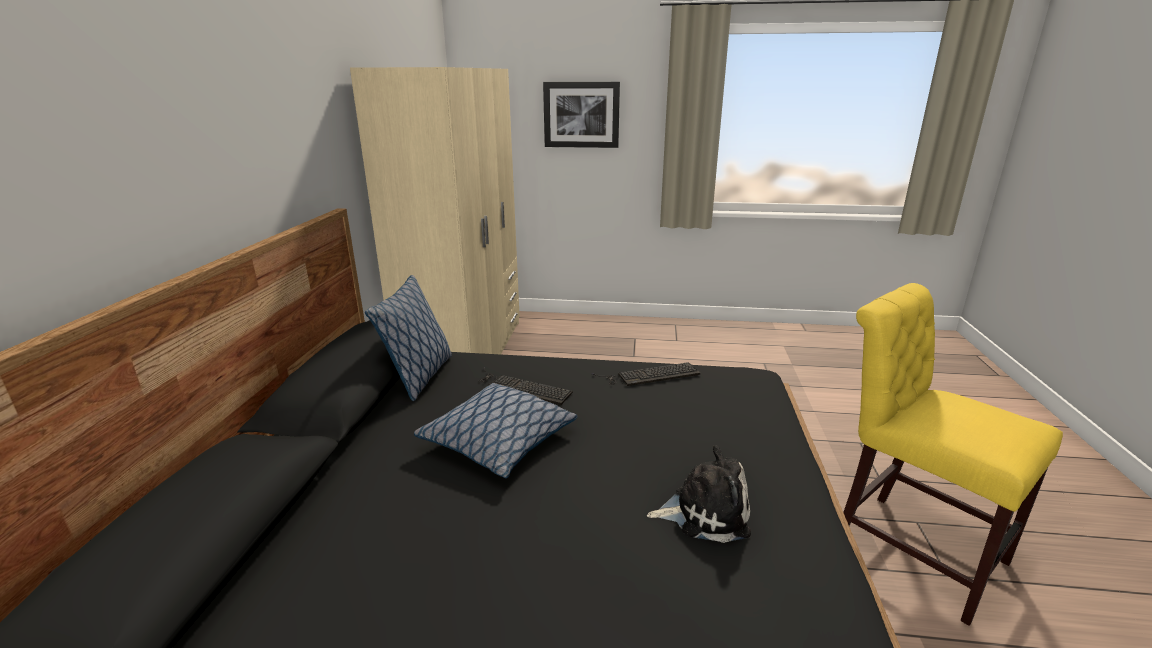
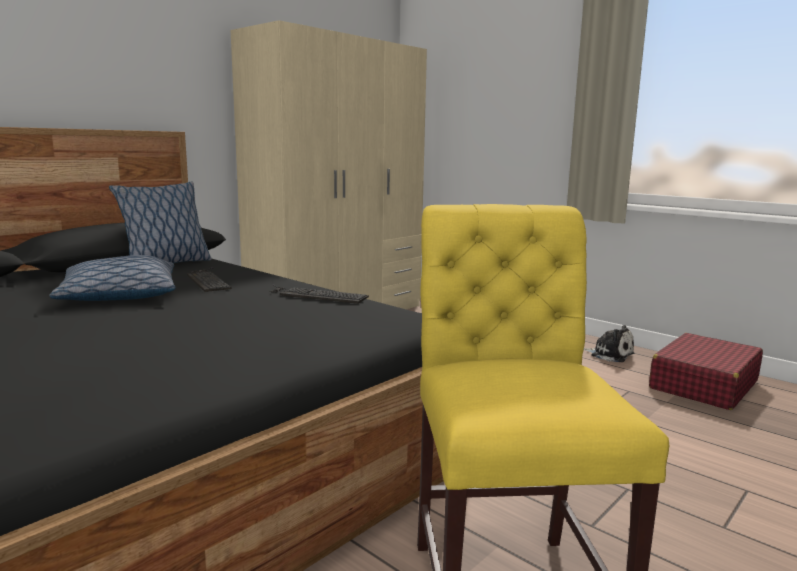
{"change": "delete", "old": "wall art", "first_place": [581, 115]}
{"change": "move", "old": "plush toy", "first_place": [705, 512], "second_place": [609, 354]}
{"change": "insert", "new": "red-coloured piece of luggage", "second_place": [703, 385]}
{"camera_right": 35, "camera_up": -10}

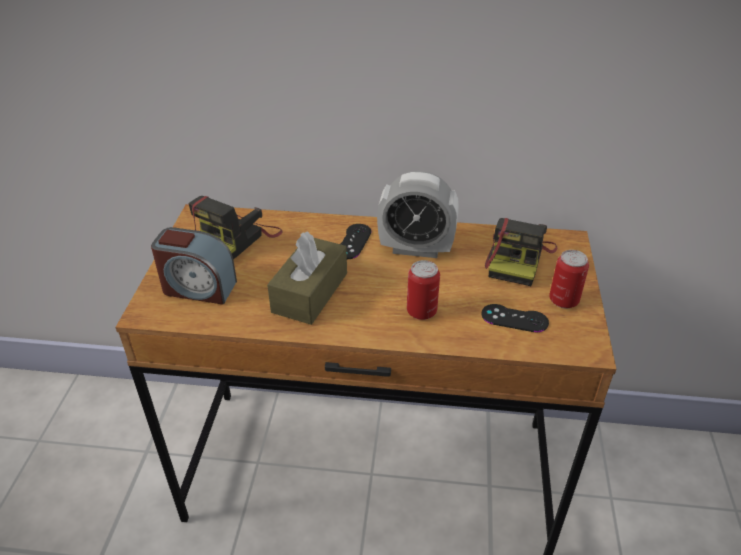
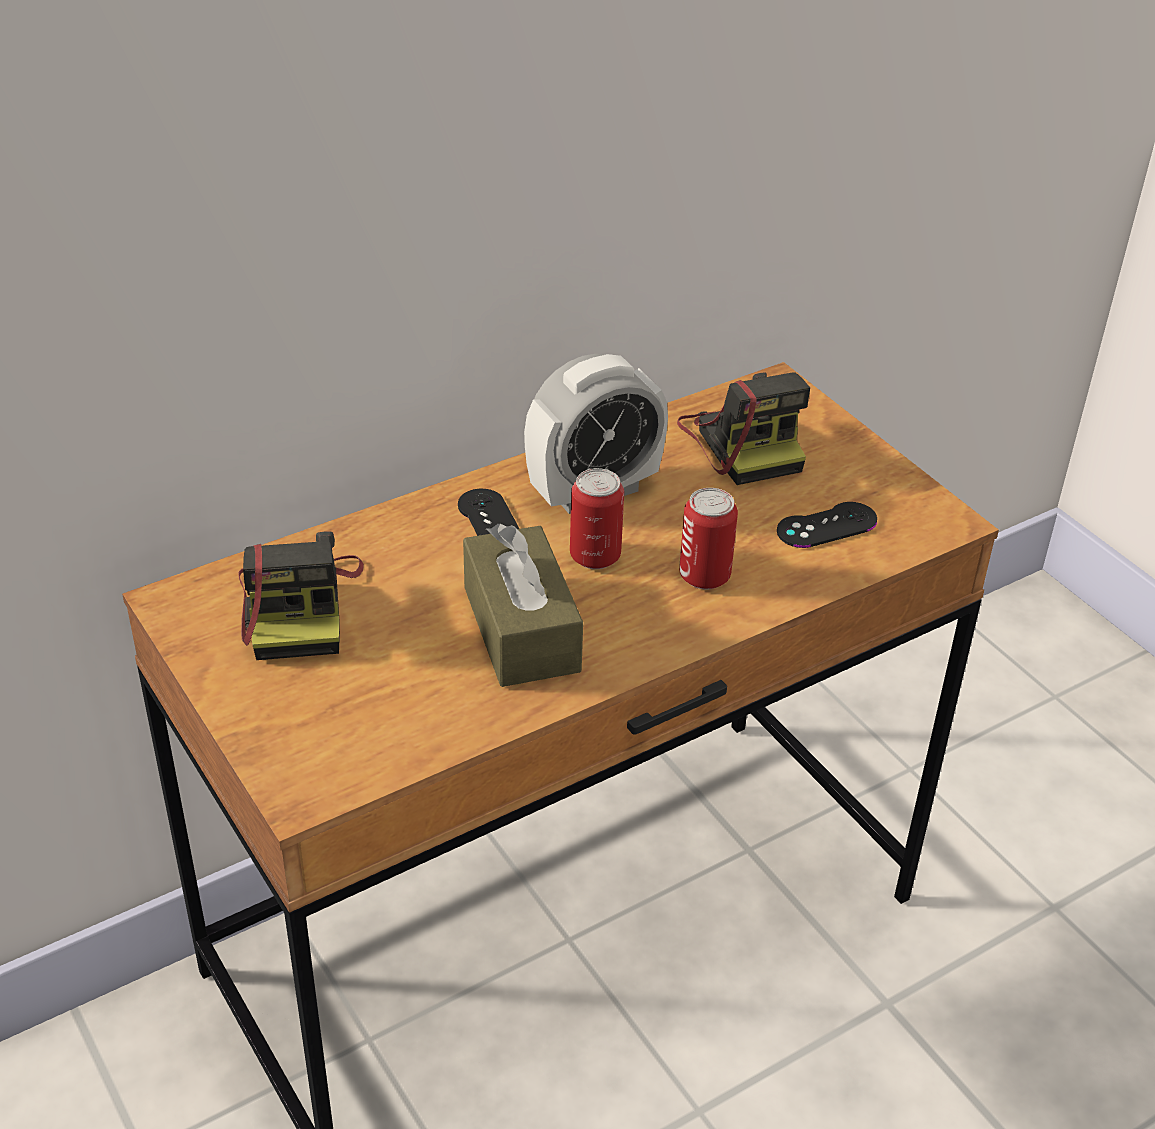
{"change": "delete", "old": "table clock", "first_place": [198, 288]}
{"change": "move", "old": "metal can", "first_place": [563, 300], "second_place": [595, 556]}
{"camera_right": -40, "camera_up": 0}

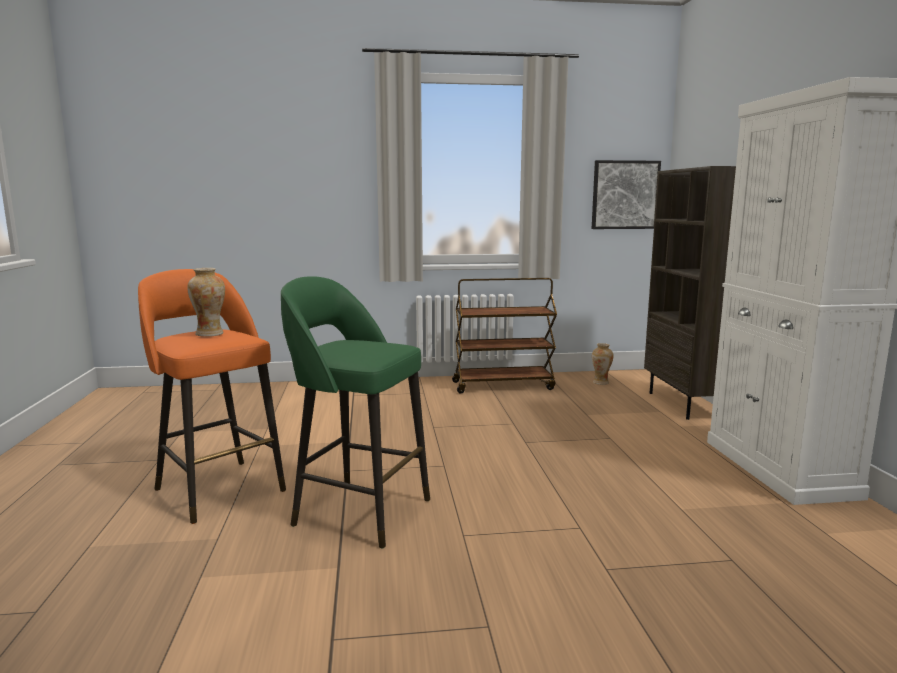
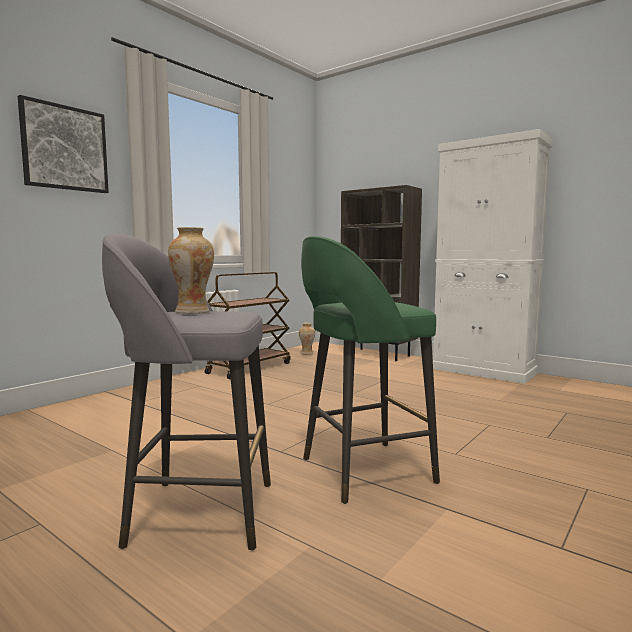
{"change": "move", "old": "wall art", "first_place": [625, 195], "second_place": [65, 148]}
{"change": "recolor", "old": "orange stool", "new": "greyish stool", "first_place": [218, 488], "second_place": [198, 512]}
{"camera_right": -45, "camera_up": -5}

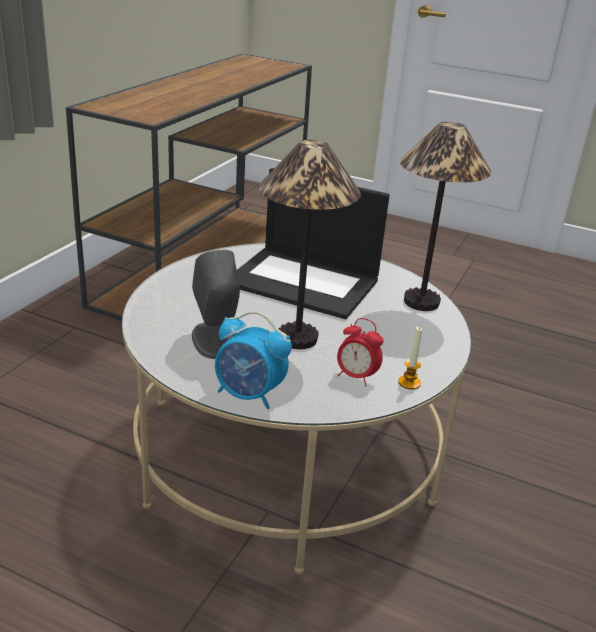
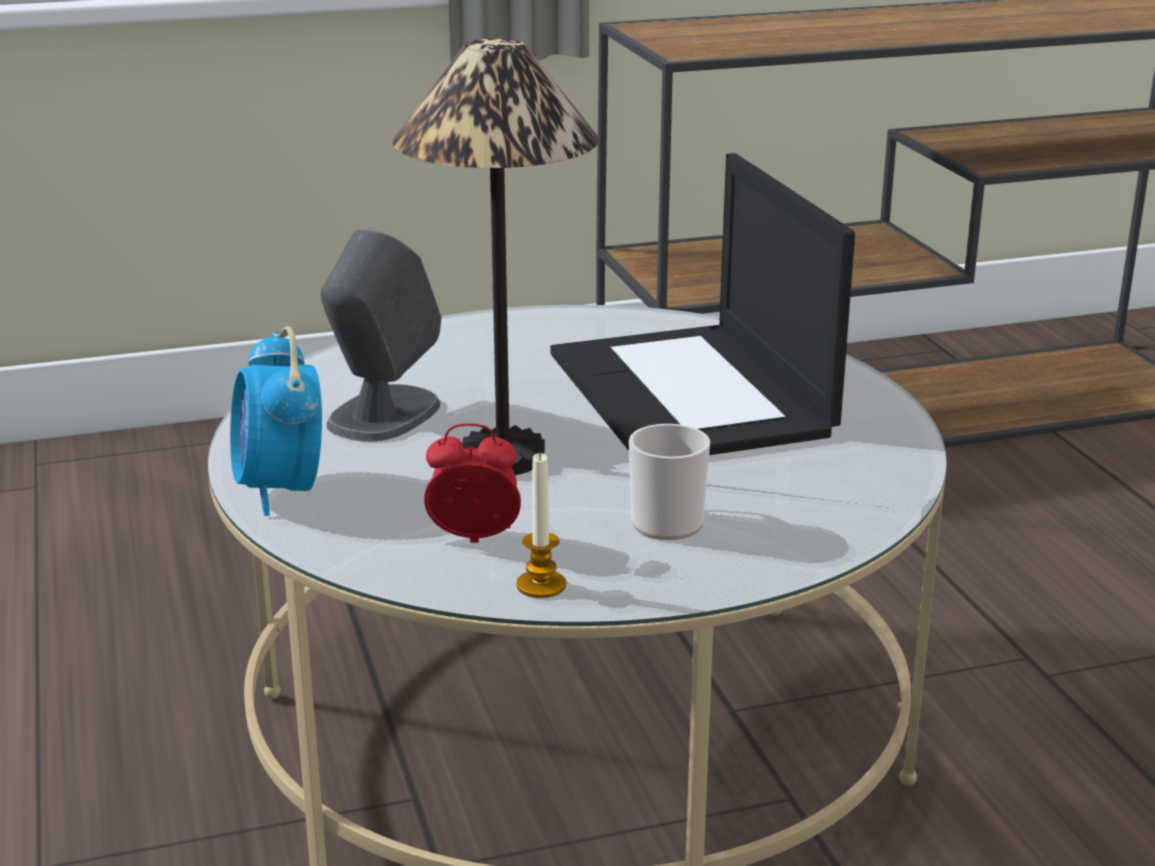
{"change": "delete", "old": "tabletop lamp", "first_place": [421, 303]}
{"change": "rotate", "old": "table clock", "first_place": [356, 377], "second_place": [474, 539], "degrees": 105}
{"change": "insert", "new": "mug", "second_place": [664, 519]}
{"camera_right": 50, "camera_up": -5}

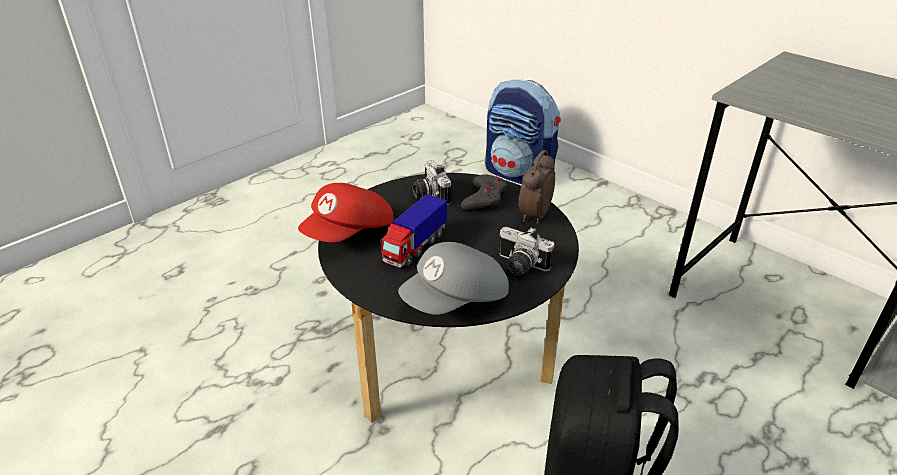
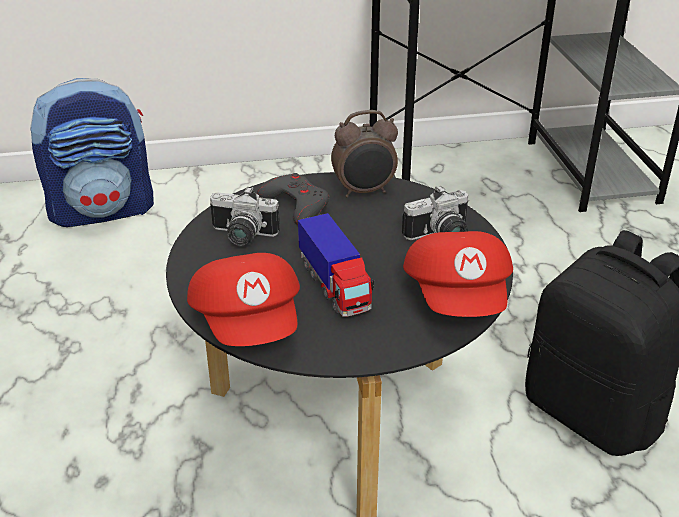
{"change": "rotate", "old": "table clock", "first_place": [534, 216], "second_place": [364, 191], "degrees": -75}
{"change": "recolor", "old": "greyish peaked cap", "new": "red-coloured peaked cap", "first_place": [456, 300], "second_place": [459, 298]}
{"camera_right": -55, "camera_up": 0}

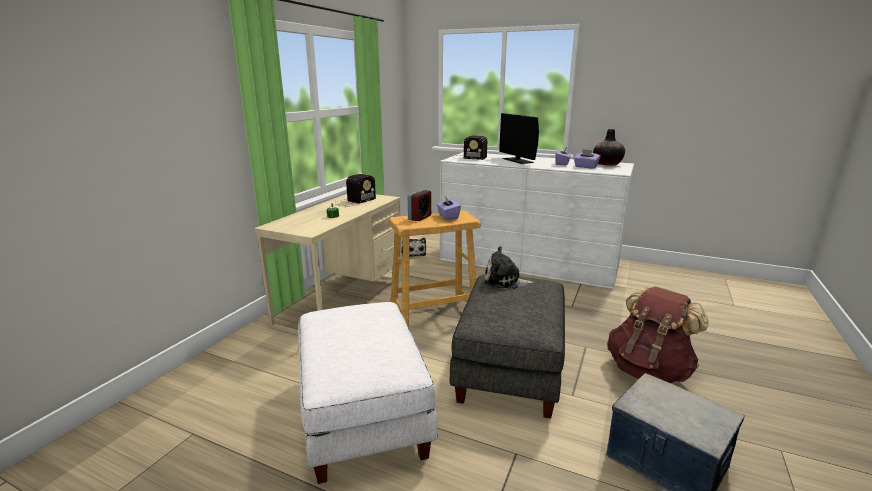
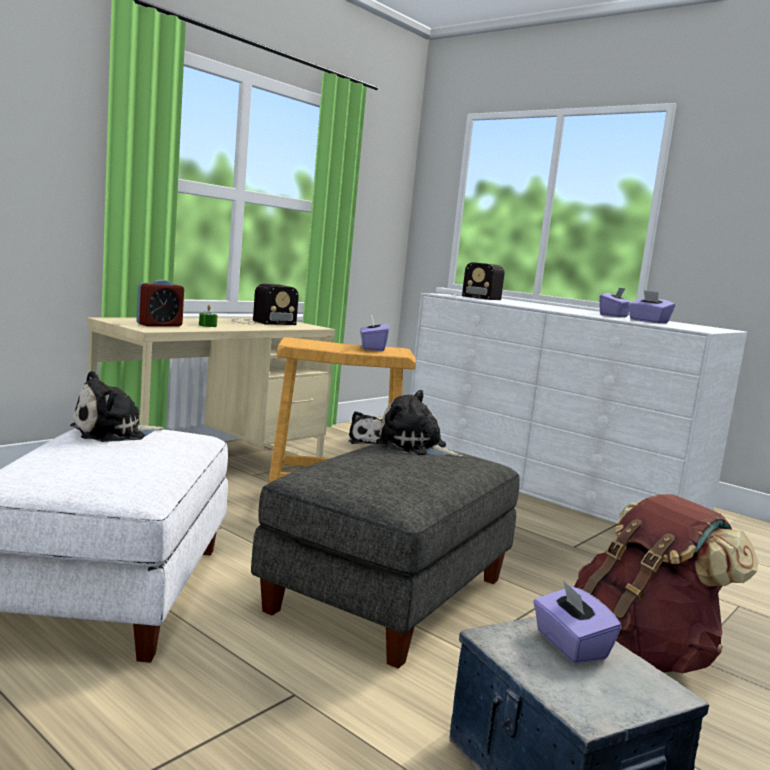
{"change": "delete", "old": "monitor", "first_place": [517, 160]}
{"change": "delete", "old": "decorative vase", "first_place": [607, 164]}
{"change": "move", "old": "table clock", "first_place": [419, 217], "second_place": [159, 325]}
{"change": "insert", "new": "plush toy", "second_place": [113, 433]}
{"change": "insert", "new": "purple-coloured box of tissues", "second_place": [570, 645]}
{"camera_right": 15, "camera_up": -10}

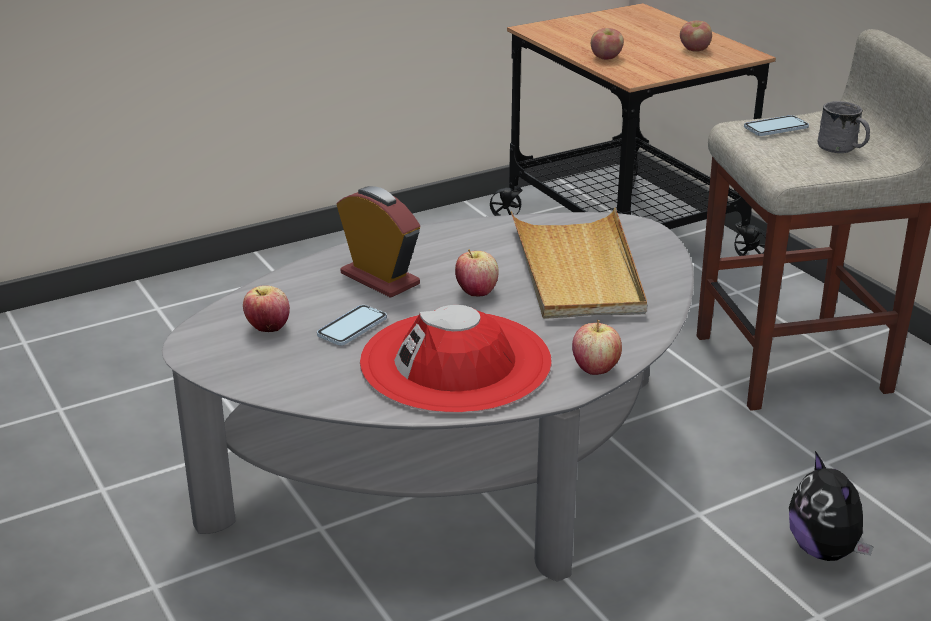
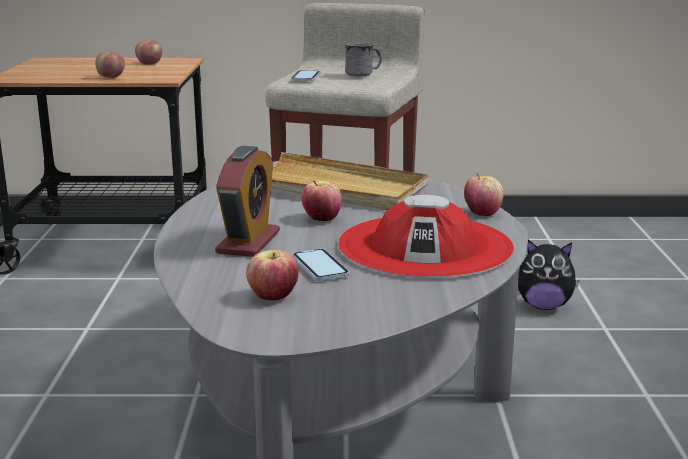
{"change": "rotate", "old": "table clock", "first_place": [380, 279], "second_place": [248, 242], "degrees": 120}
{"camera_right": -60, "camera_up": -10}

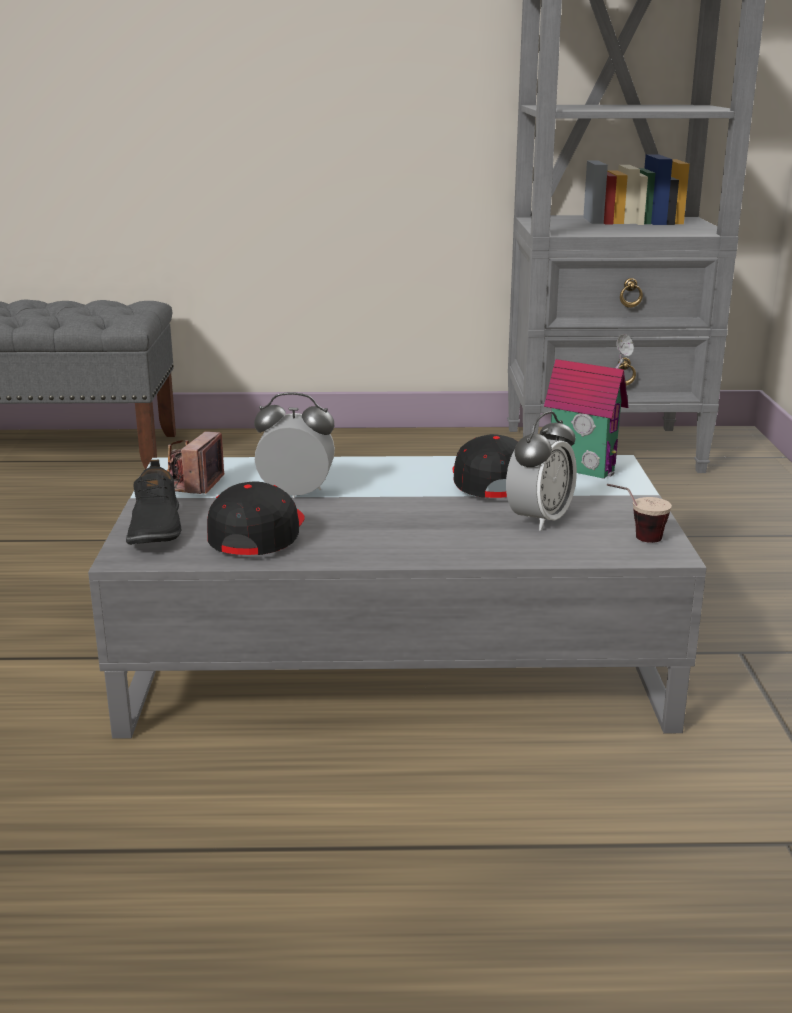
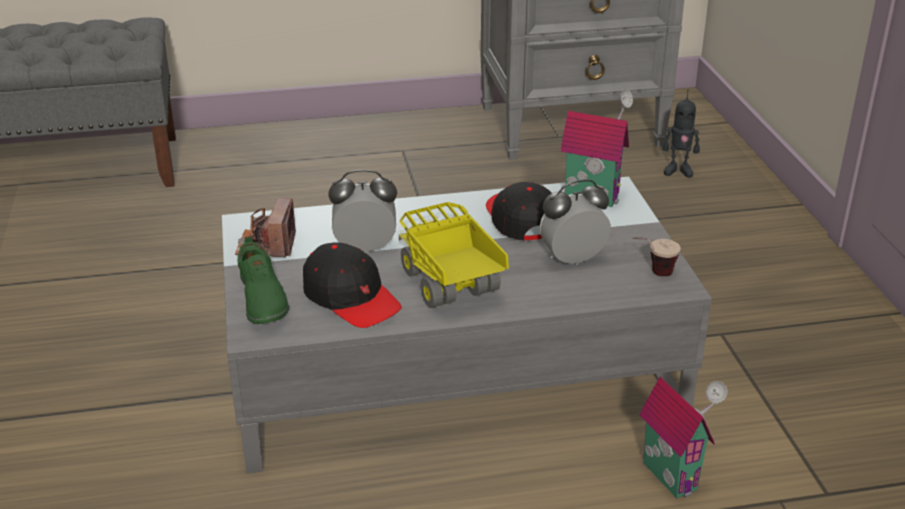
{"change": "rotate", "old": "table clock", "first_place": [539, 520], "second_place": [573, 259], "degrees": -135}
{"change": "recolor", "old": "black item of footwear", "new": "greenish item of footwear", "first_place": [154, 528], "second_place": [261, 299]}
{"change": "rotate", "old": "black peaked cap", "first_place": [258, 534], "second_place": [351, 298], "degrees": 135}
{"change": "insert", "new": "toy robot", "second_place": [678, 171]}
{"change": "insert", "new": "toy truck", "second_place": [450, 285]}
{"change": "insert", "new": "model house", "second_place": [673, 475]}
{"camera_right": -10, "camera_up": 10}

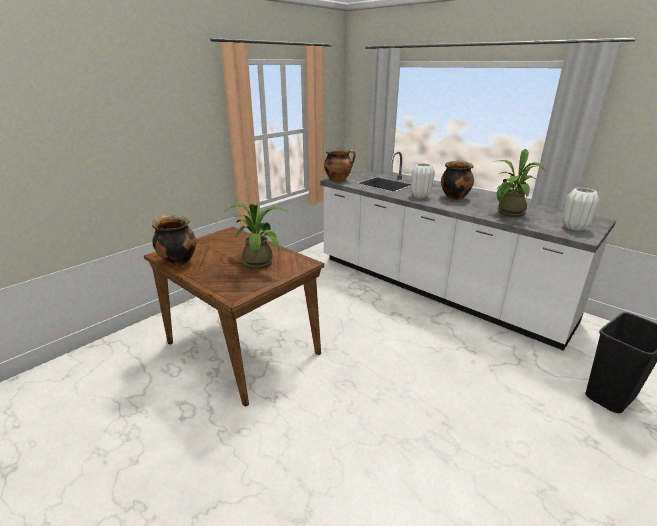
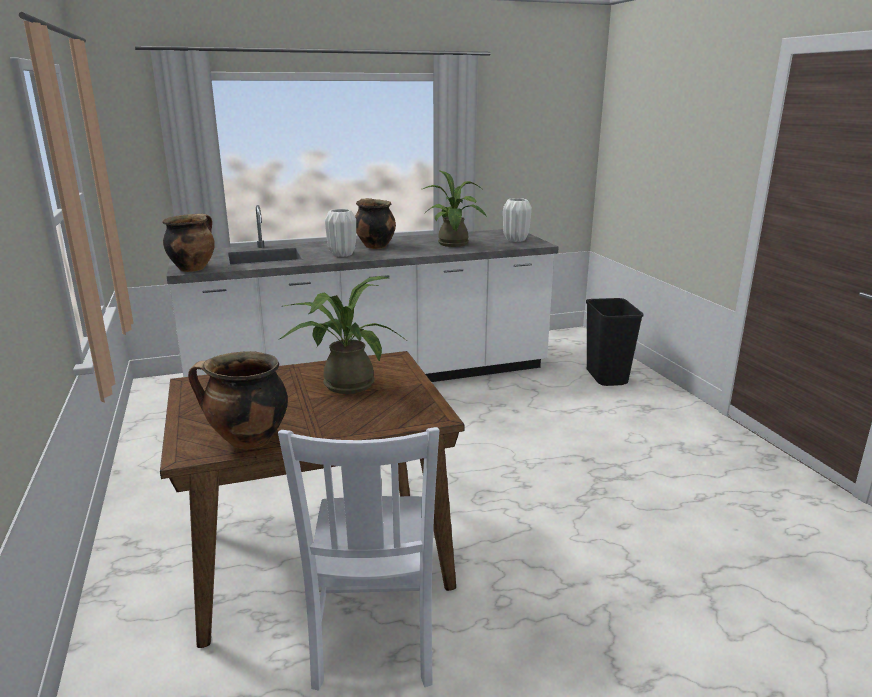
{"change": "insert", "new": "whitish chair", "second_place": [374, 637]}
{"camera_right": -60, "camera_up": -5}

